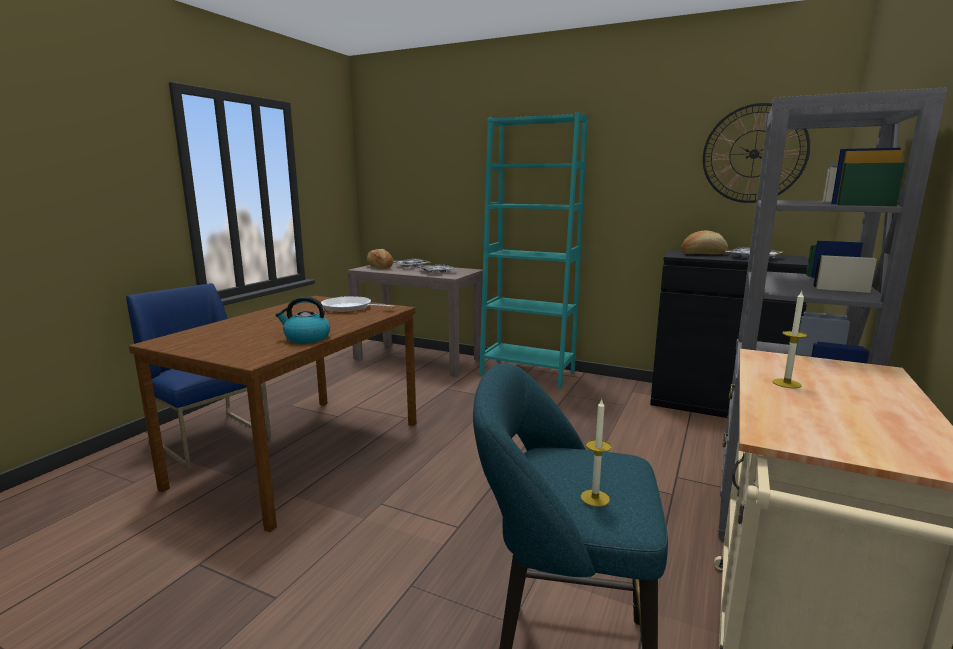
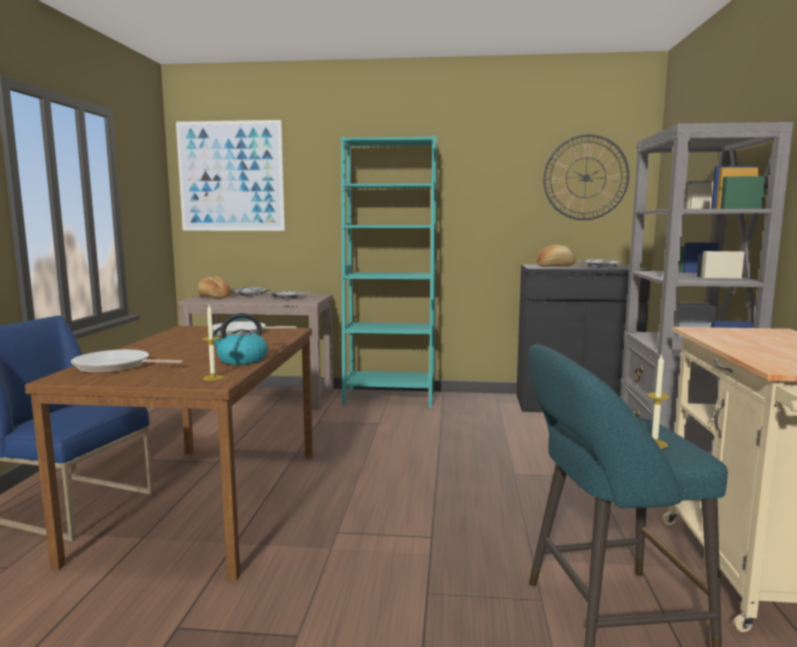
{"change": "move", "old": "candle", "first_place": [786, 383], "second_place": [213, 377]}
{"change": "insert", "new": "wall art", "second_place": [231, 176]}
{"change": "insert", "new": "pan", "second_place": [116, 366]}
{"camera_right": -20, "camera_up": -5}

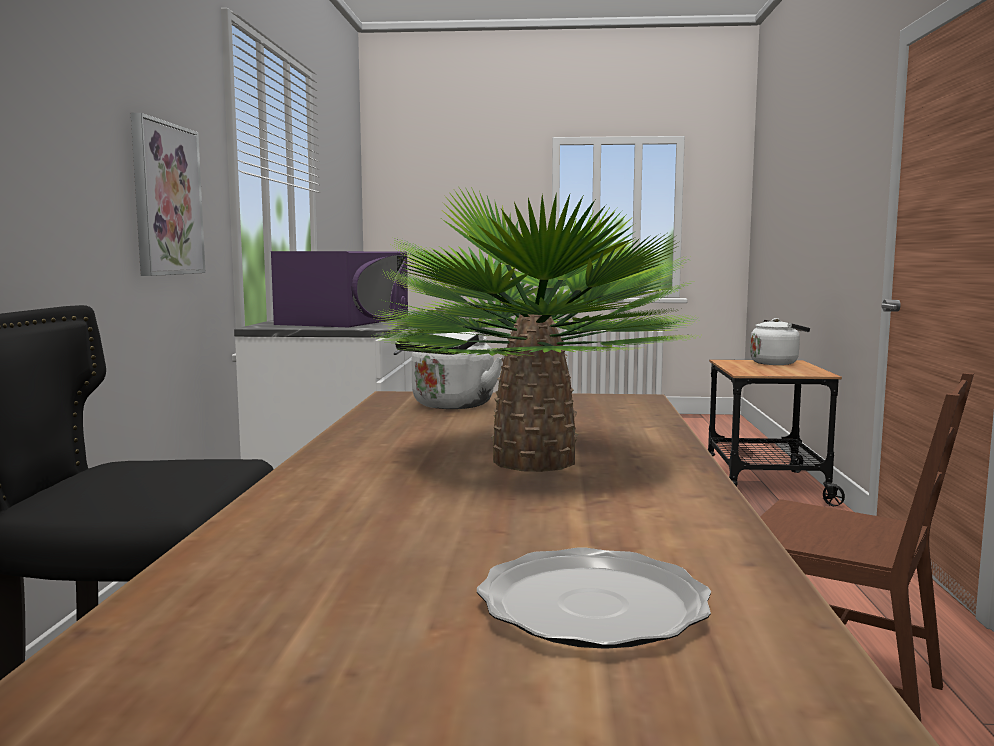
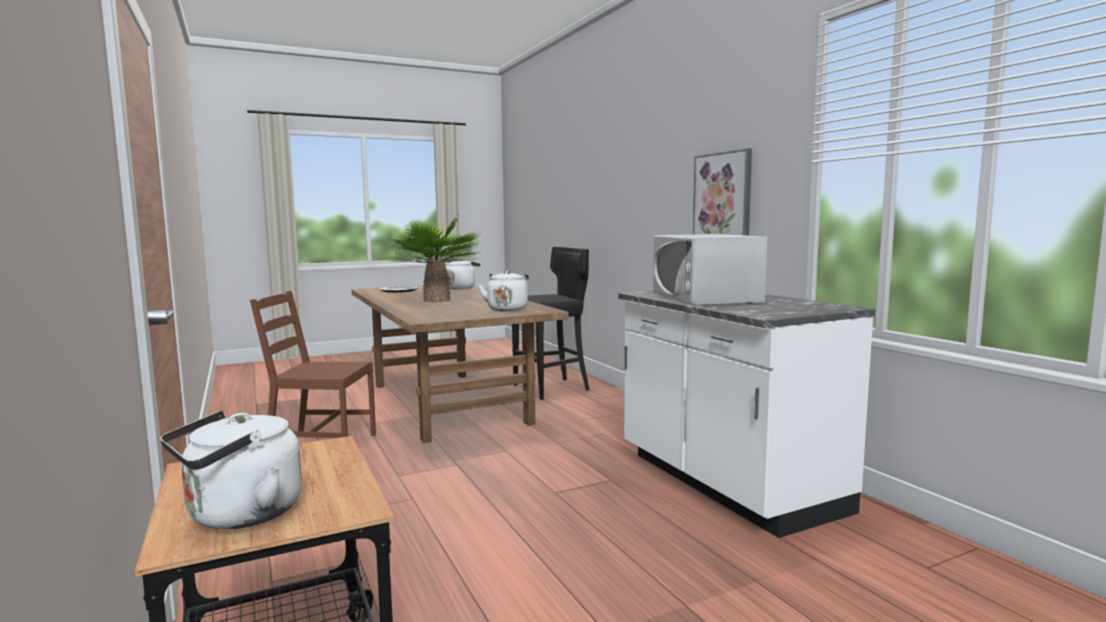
{"change": "recolor", "old": "purple-coloured microwave oven", "new": "whitish microwave oven", "first_place": [344, 321], "second_place": [705, 296]}
{"change": "insert", "new": "whitish water kettle", "second_place": [461, 288]}
{"camera_right": 150, "camera_up": 0}

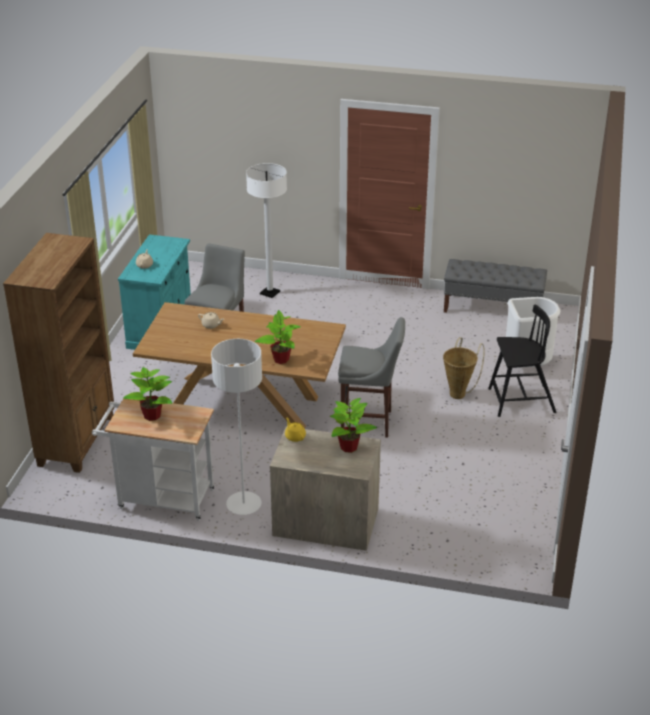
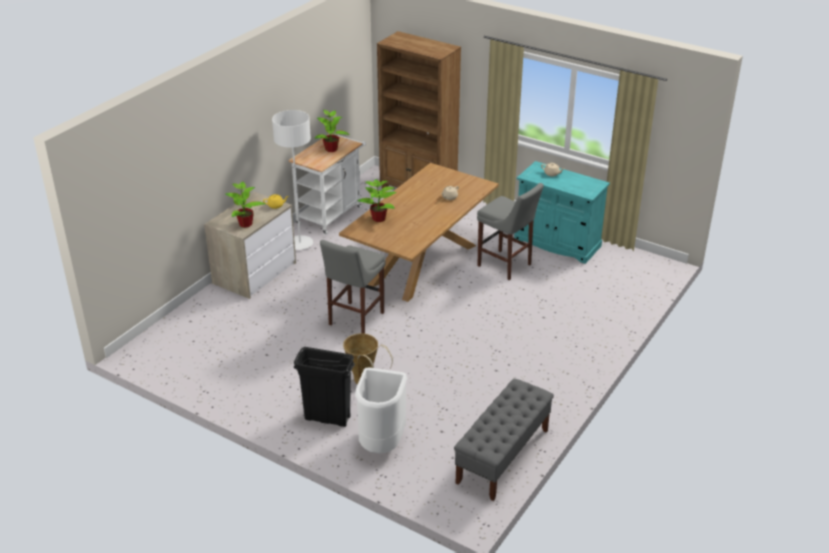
{"change": "delete", "old": "whitish standing lamp", "first_place": [270, 293]}
{"change": "replace", "old": "black chair", "new": "black trash can", "first_place": [520, 401], "second_place": [327, 418]}
{"camera_right": 110, "camera_up": 0}

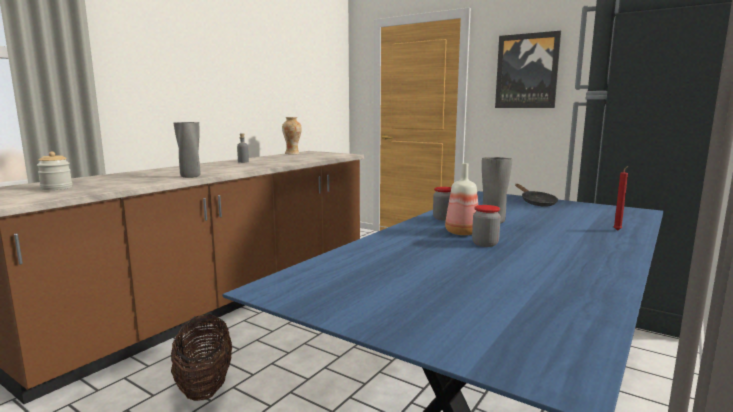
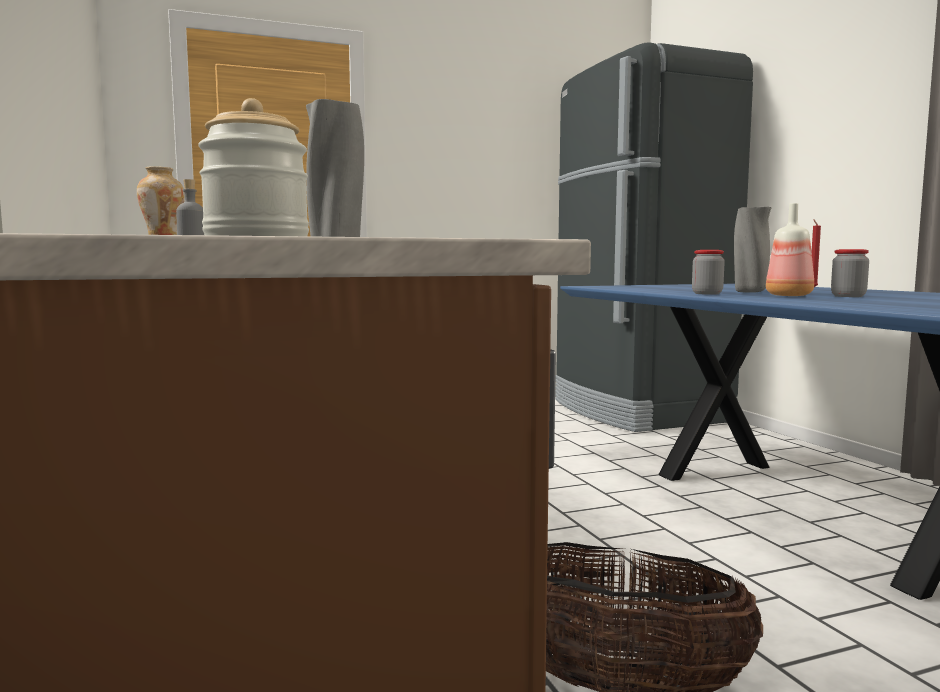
{"change": "delete", "old": "wall art", "first_place": [527, 71]}
{"change": "delete", "old": "black pan", "first_place": [536, 203]}
{"camera_right": -55, "camera_up": -5}

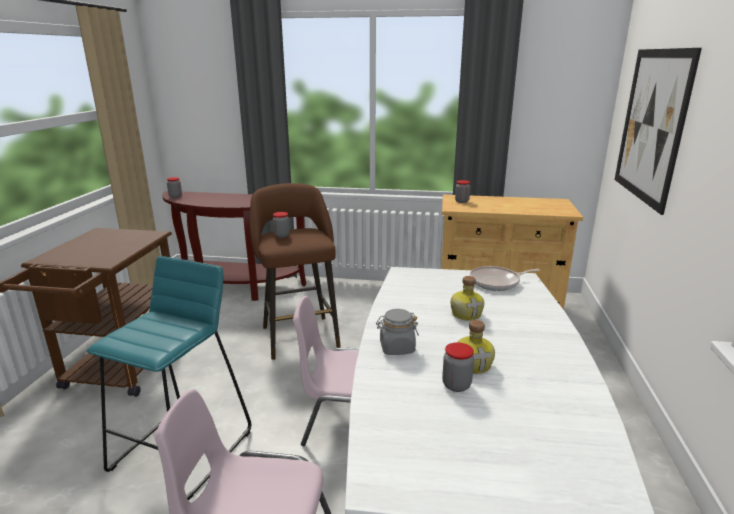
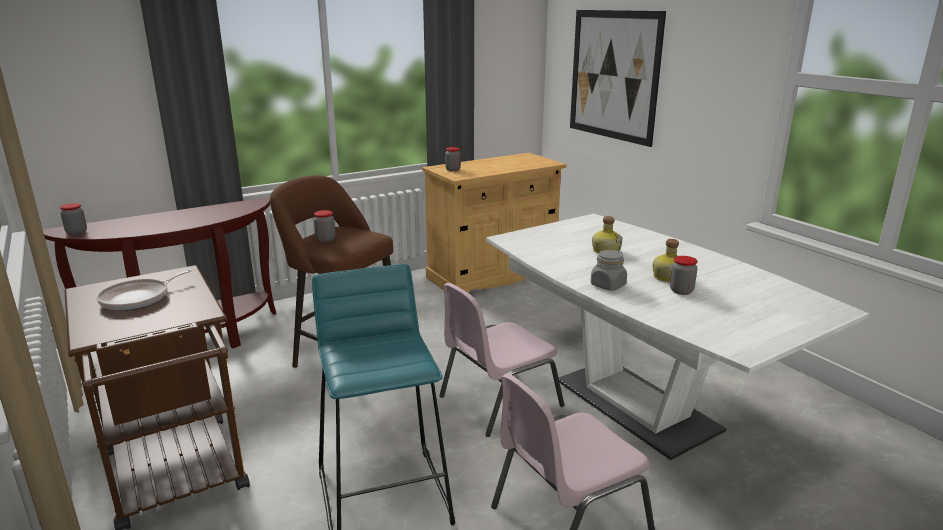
{"change": "move", "old": "pan", "first_place": [497, 282], "second_place": [138, 299]}
{"camera_right": -40, "camera_up": 0}

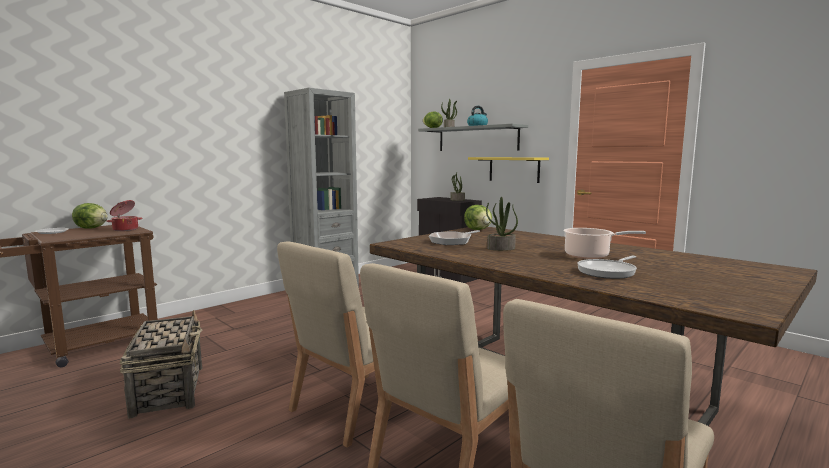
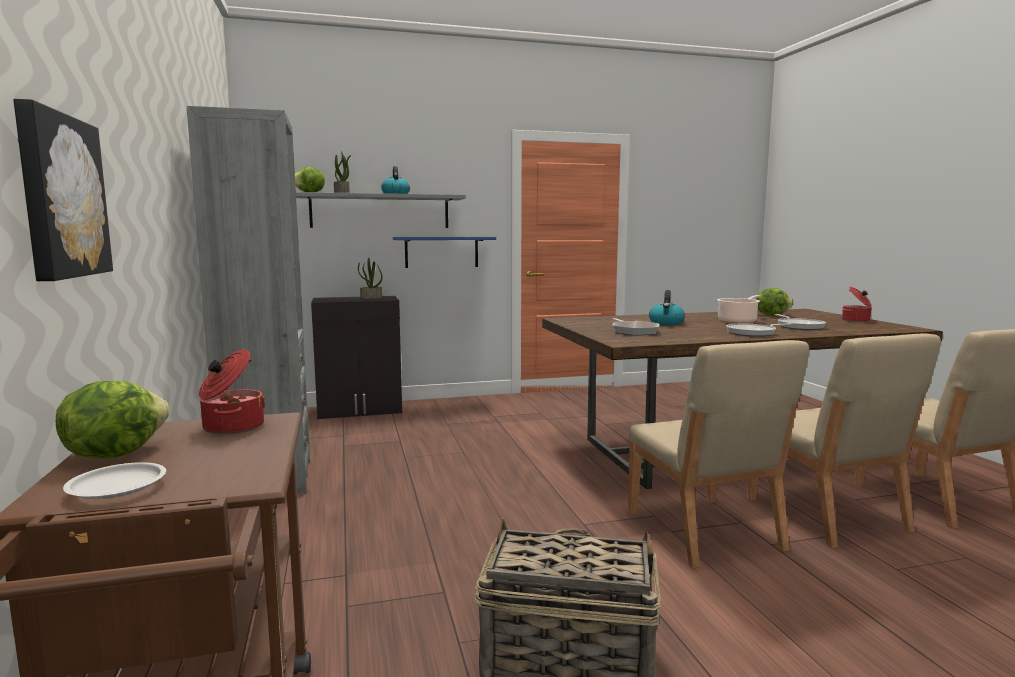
{"change": "recolor", "old": "yellowish bracket shelf", "new": "blue-coloured bracket shelf", "first_place": [514, 169], "second_place": [441, 252]}
{"change": "delete", "old": "houseplant", "first_place": [501, 249]}
{"change": "move", "old": "lettuce", "first_place": [478, 230], "second_place": [771, 315]}
{"change": "insert", "new": "wall art", "second_place": [60, 196]}
{"change": "insert", "new": "cooking pot", "second_place": [856, 320]}
{"change": "insert", "new": "water kettle", "second_place": [666, 323]}
{"change": "insert", "new": "pan", "second_place": [753, 333]}
{"camera_right": -60, "camera_up": 0}

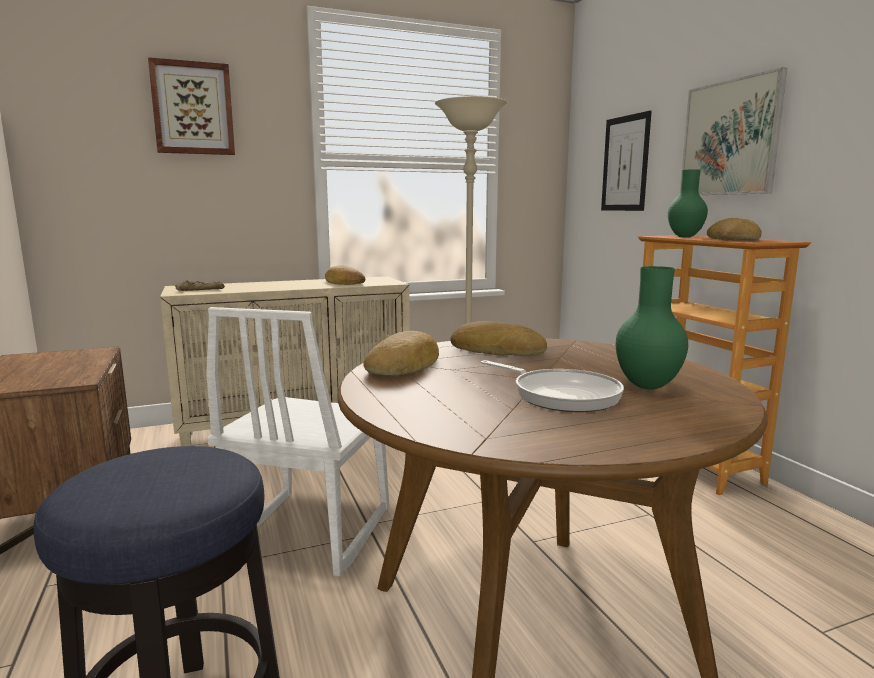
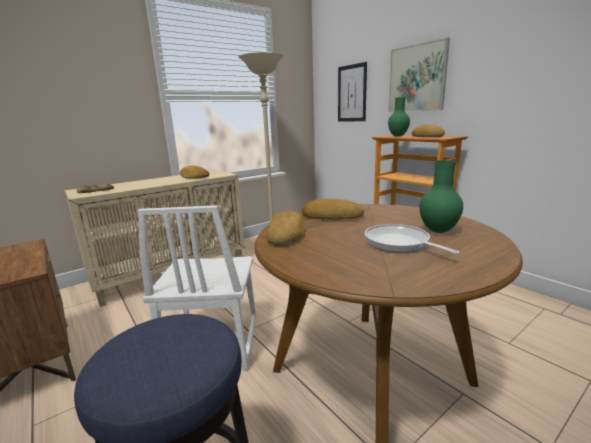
{"change": "delete", "old": "wall art", "first_place": [193, 108]}
{"change": "rotate", "old": "pan", "first_place": [560, 395], "second_place": [399, 243], "degrees": -150}
{"camera_right": -15, "camera_up": 5}

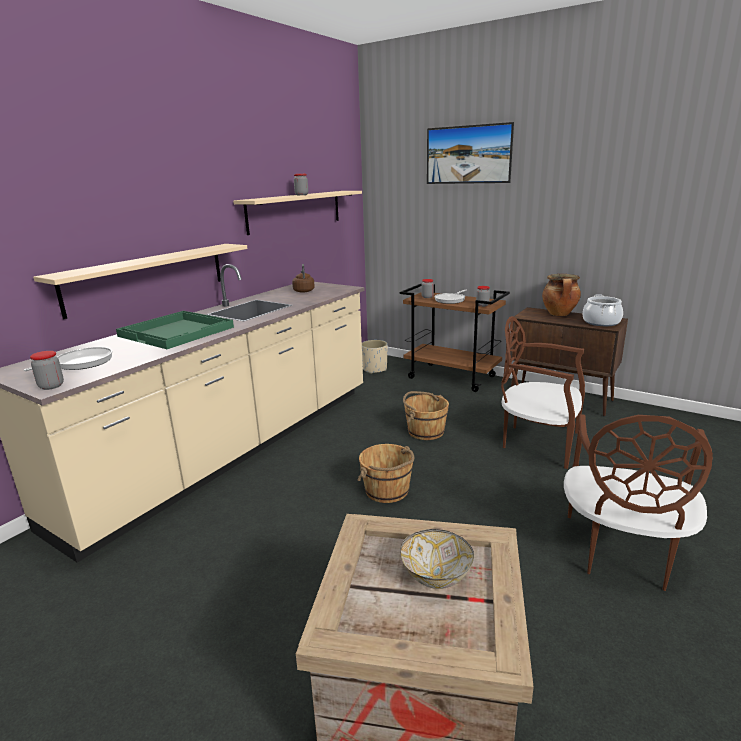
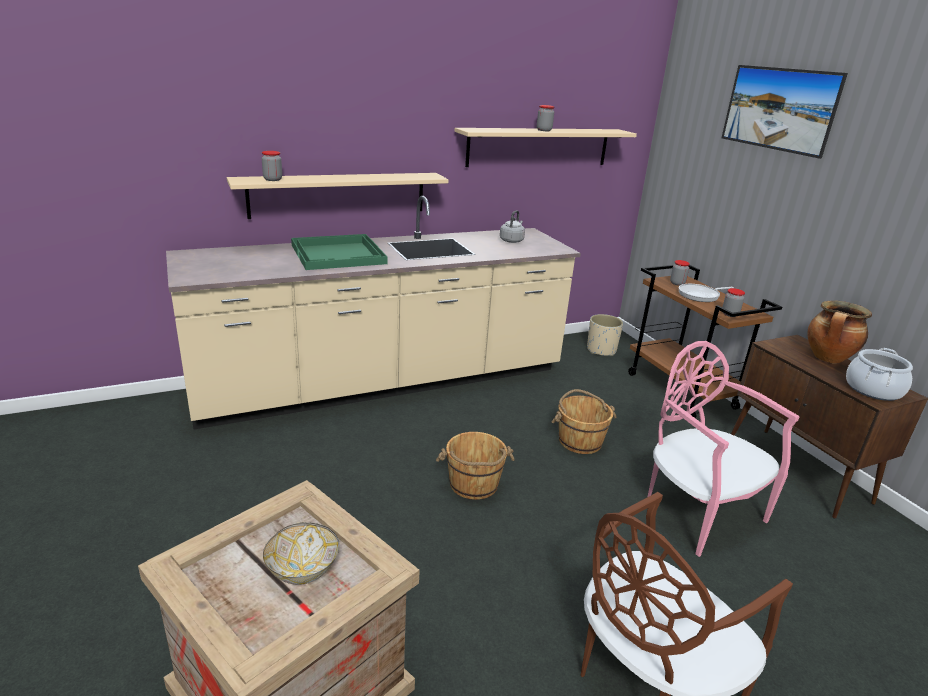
{"change": "recolor", "old": "brown-coloured water kettle", "new": "greyish water kettle", "first_place": [304, 291], "second_place": [512, 240]}
{"change": "recolor", "old": "brown-coloured chair", "new": "pinkish chair", "first_place": [538, 442], "second_place": [698, 510]}
{"change": "delete", "old": "pan", "first_place": [81, 363]}
{"change": "move", "old": "jar", "first_place": [51, 386], "second_place": [272, 179]}
{"camera_right": 30, "camera_up": 5}

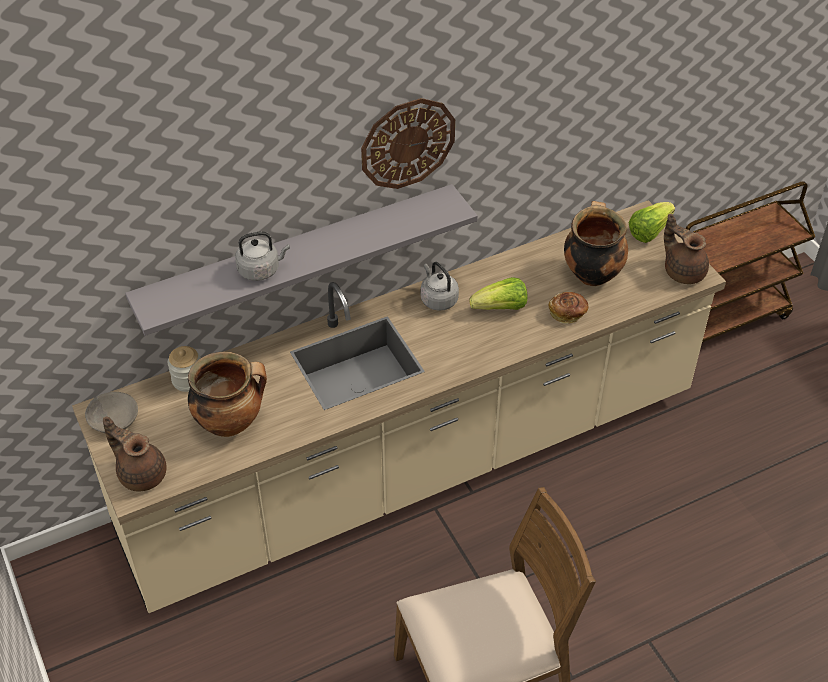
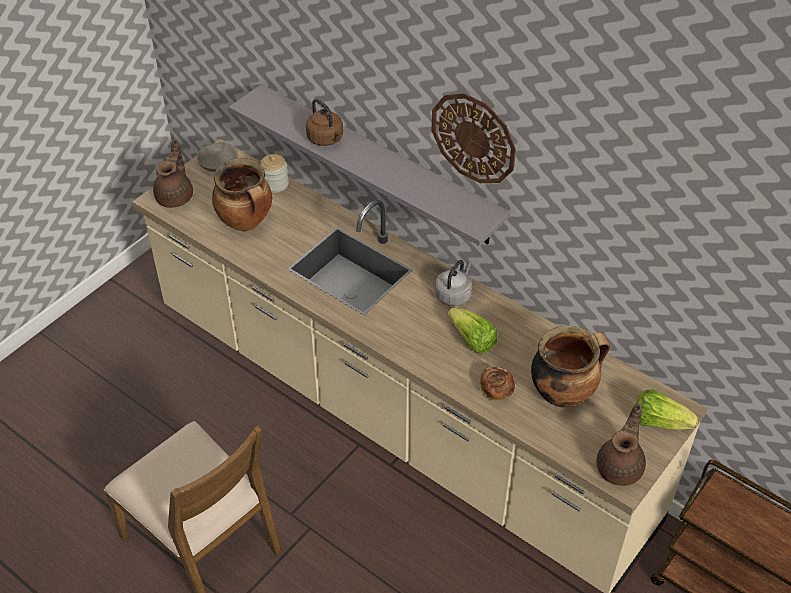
{"change": "recolor", "old": "greyish water kettle", "new": "brown-coloured water kettle", "first_place": [261, 270], "second_place": [326, 139]}
{"camera_right": 65, "camera_up": 0}

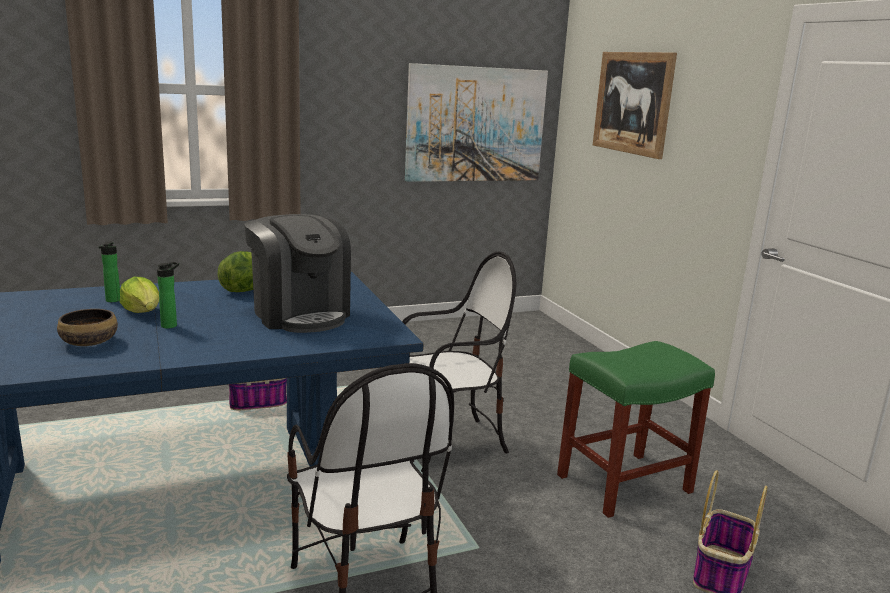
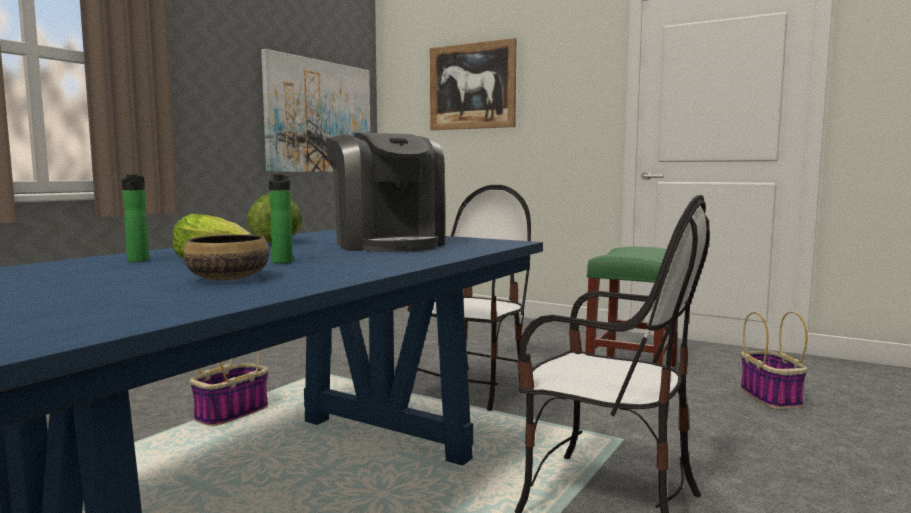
{"change": "rotate", "old": "coffee brewer", "first_place": [300, 314], "second_place": [387, 244], "degrees": 45}
{"camera_right": -35, "camera_up": -10}

